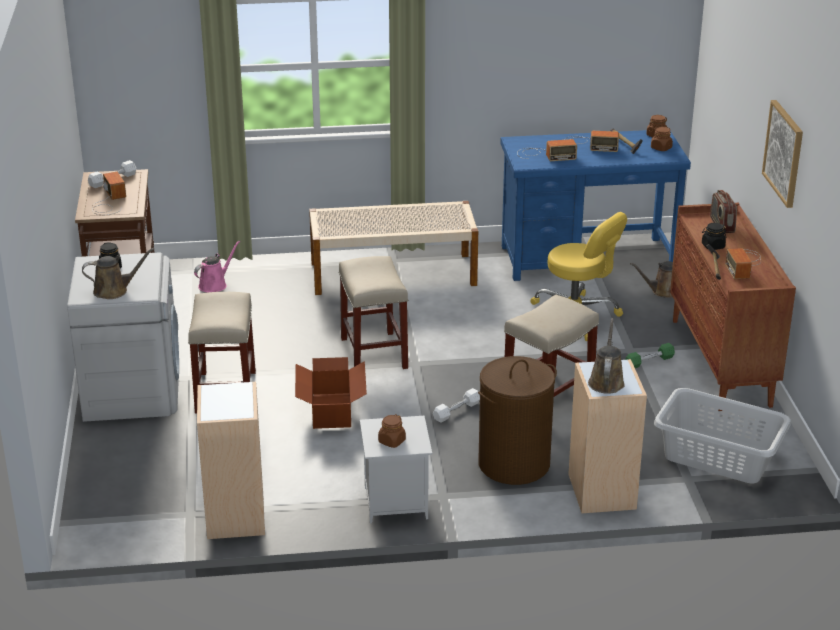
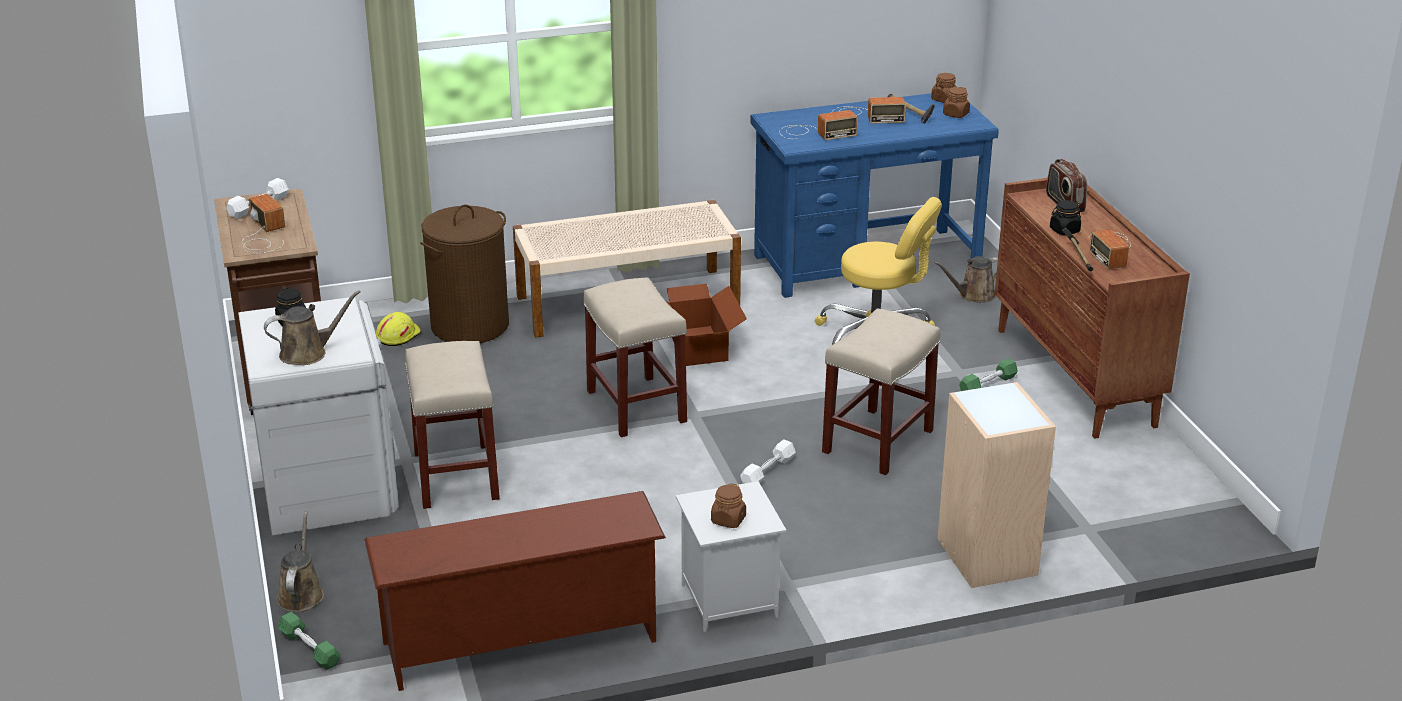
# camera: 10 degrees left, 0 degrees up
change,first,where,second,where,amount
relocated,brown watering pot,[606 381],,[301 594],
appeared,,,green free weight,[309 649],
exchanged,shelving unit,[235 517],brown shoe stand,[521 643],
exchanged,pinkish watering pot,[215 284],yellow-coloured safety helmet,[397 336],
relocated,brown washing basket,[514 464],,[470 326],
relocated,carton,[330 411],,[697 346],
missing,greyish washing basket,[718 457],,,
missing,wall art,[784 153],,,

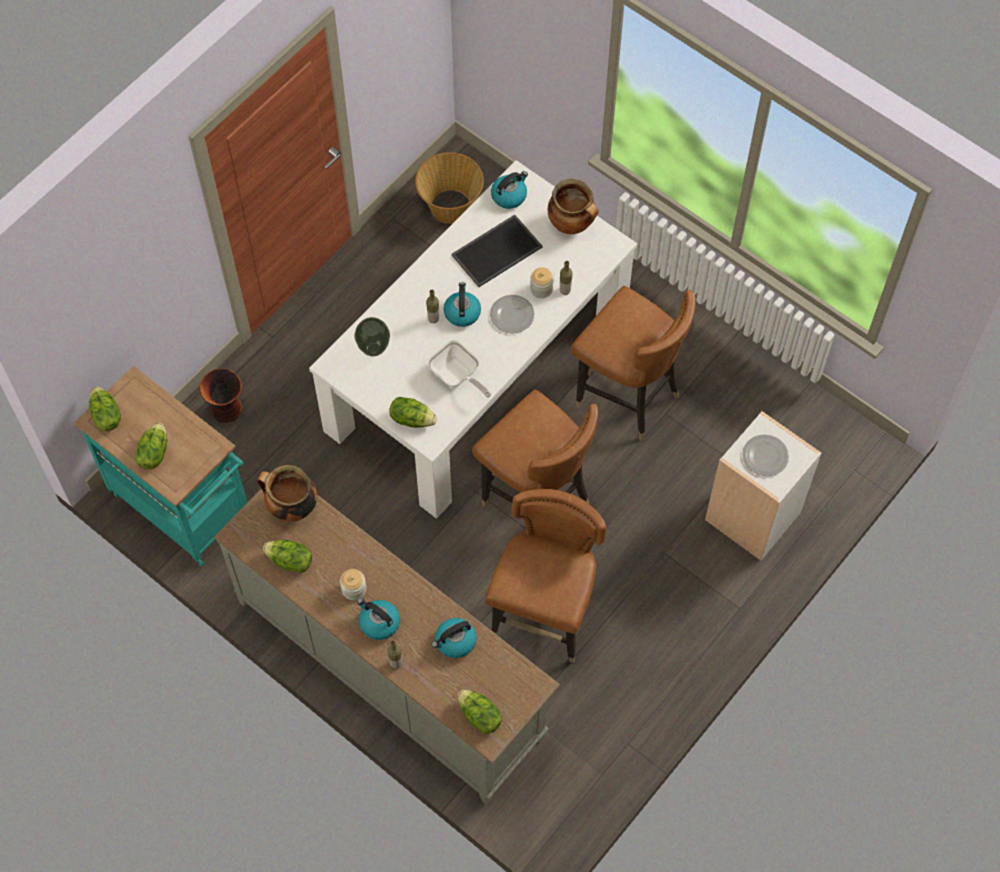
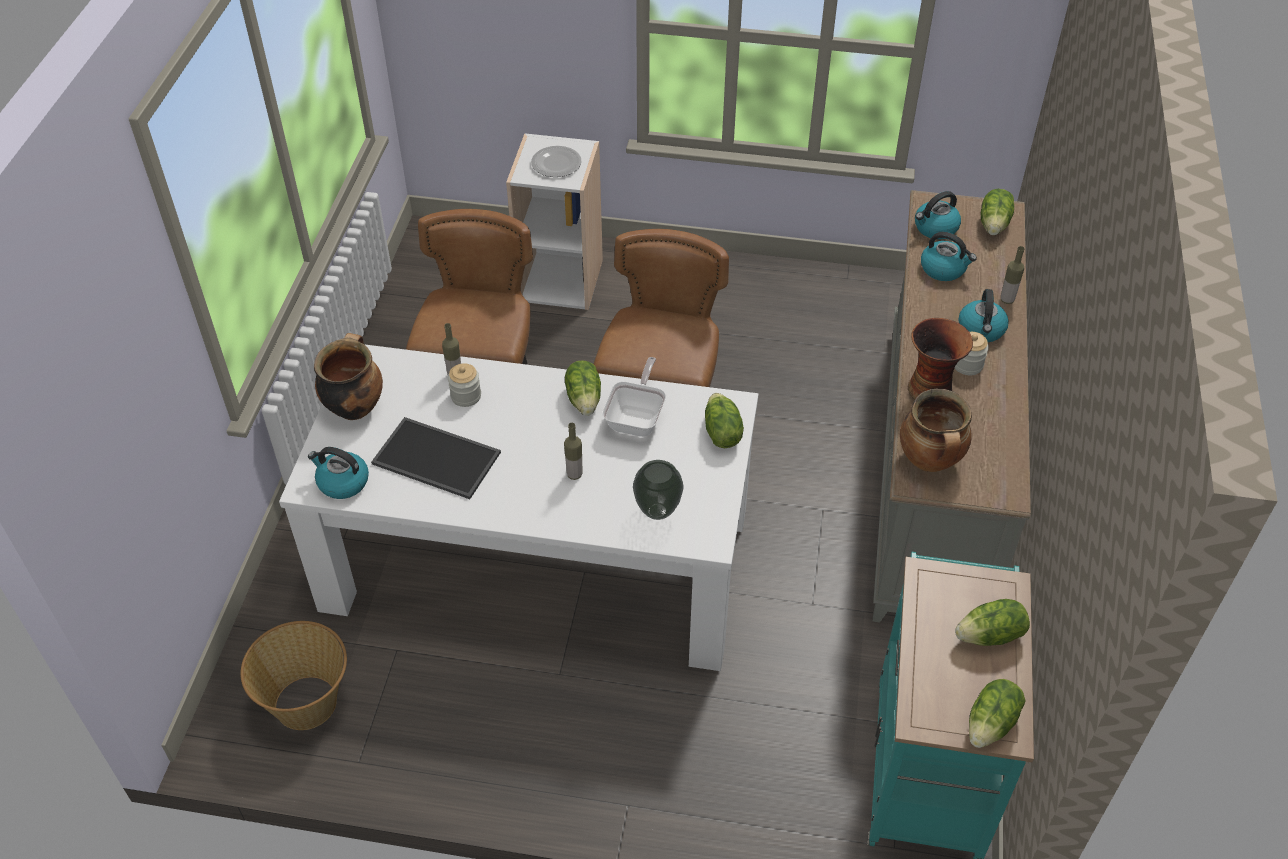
# camera: 120 degrees left, 15 degrees down
change,first,where,second,where,amount
relocated,lettuce,[290 561],,[585 399],
relocated,decorative vase,[227 410],,[930 389],
relocated,water kettle,[462 312],,[935 228],
missing,brown plain chair,[544 617],,,
missing,dinner plate,[511 315],,,

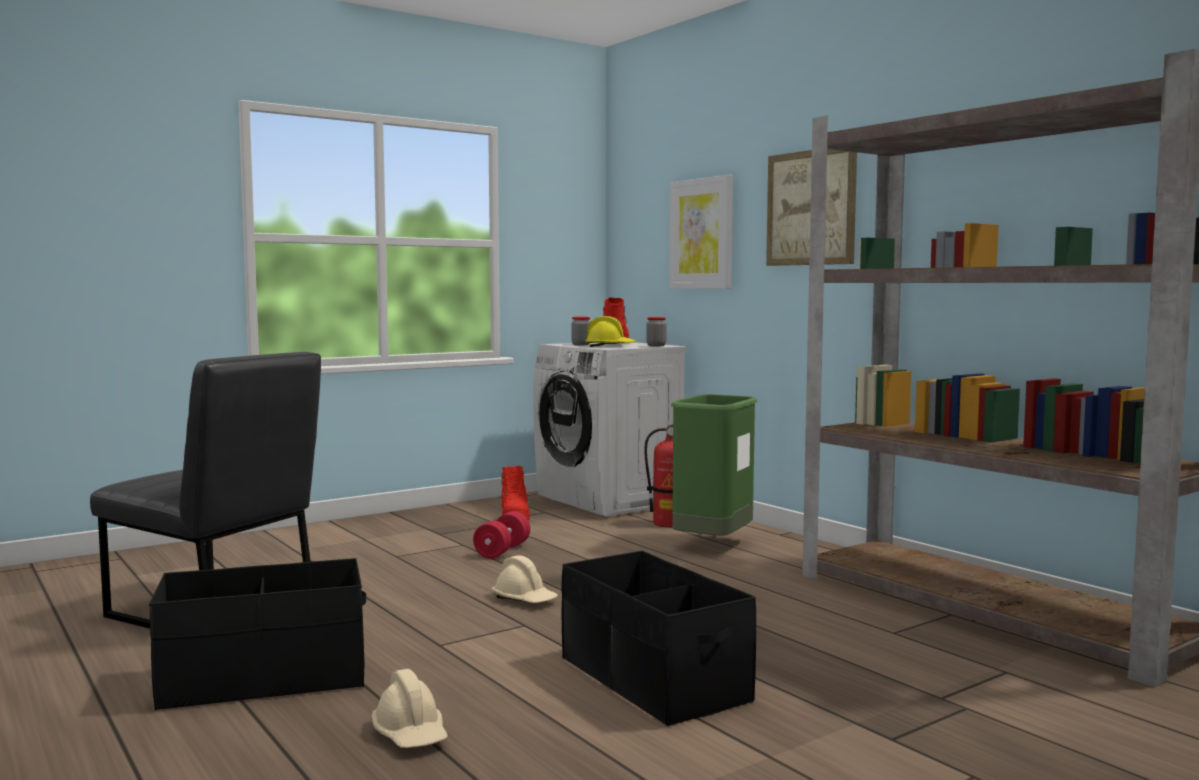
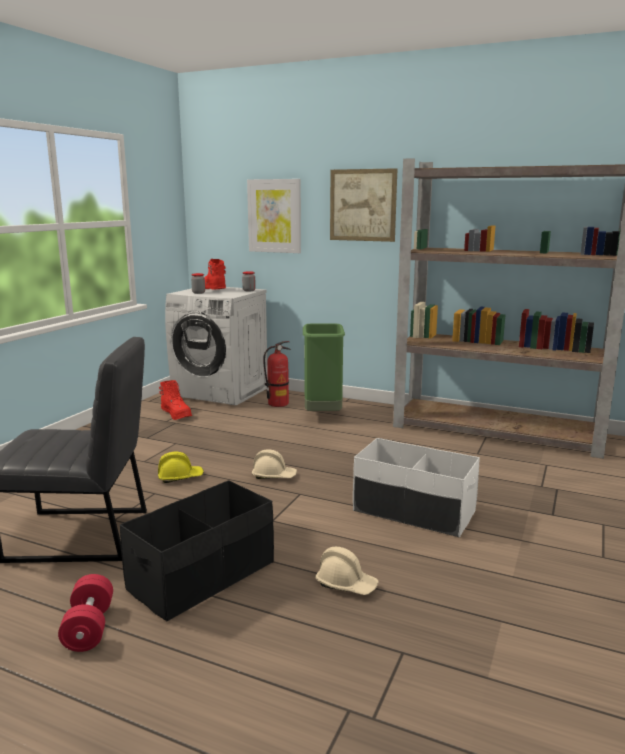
# camera: 30 degrees left, 10 degrees up
change,first,where,second,where,amount
relocated,reddish free weight,[502 550],,[89 628],
relocated,yellow-coloured safety helmet,[610 347],,[180 477],
colour,black-coloured storage container,[652 680],white storage container,[414 511],

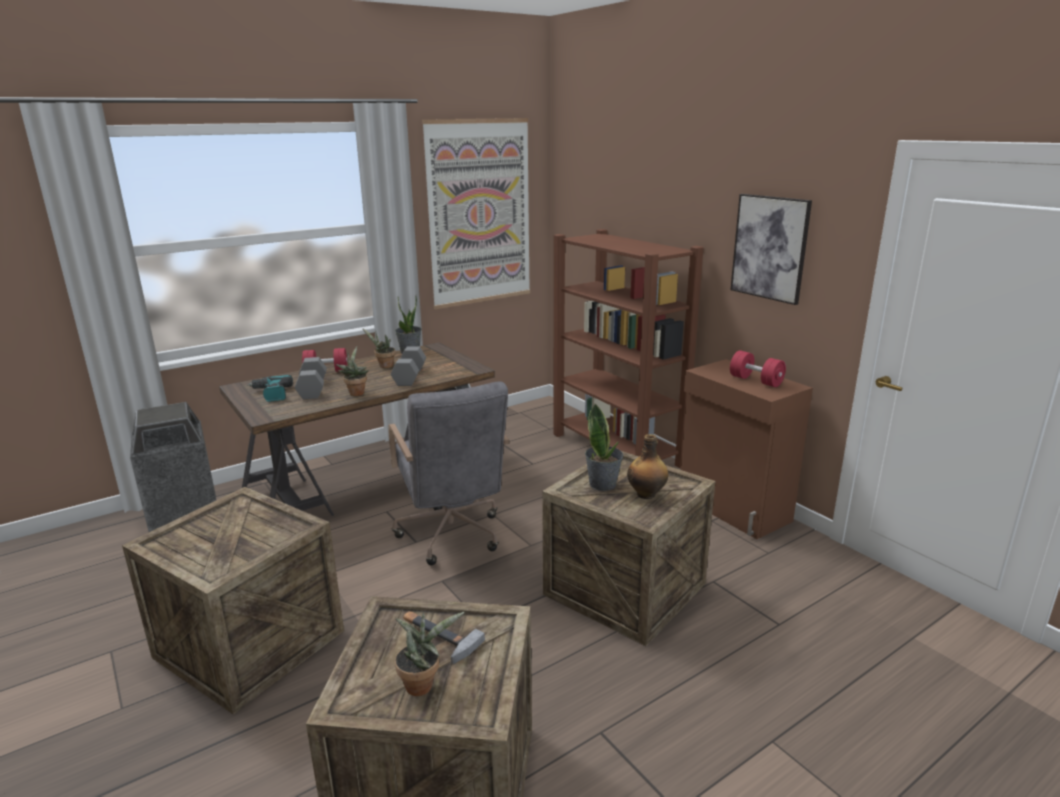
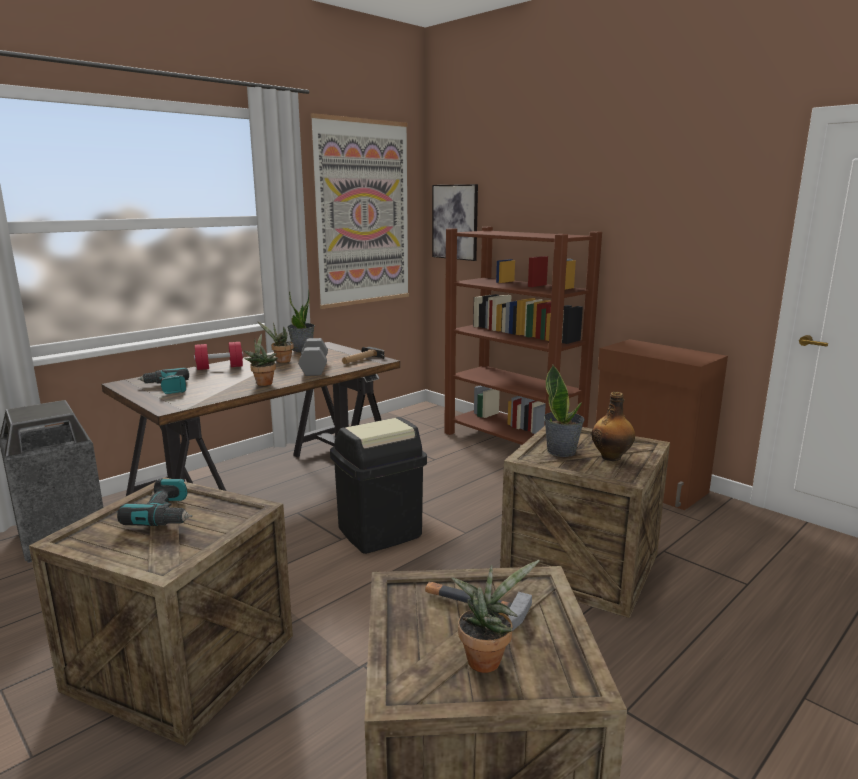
# camera: 10 degrees left, 5 degrees down
change,first,where,second,where,amount
appeared,,,electric drill,[166 514],
exchanged,greyish computer chair,[452 538],black-coloured trash can,[380 533],
appeared,,,tool hammer,[361 359],
relocated,wall art,[770 248],,[455 222],
missing,greyish free weight,[312 389],,,
missing,reddish free weight,[756 381],,,

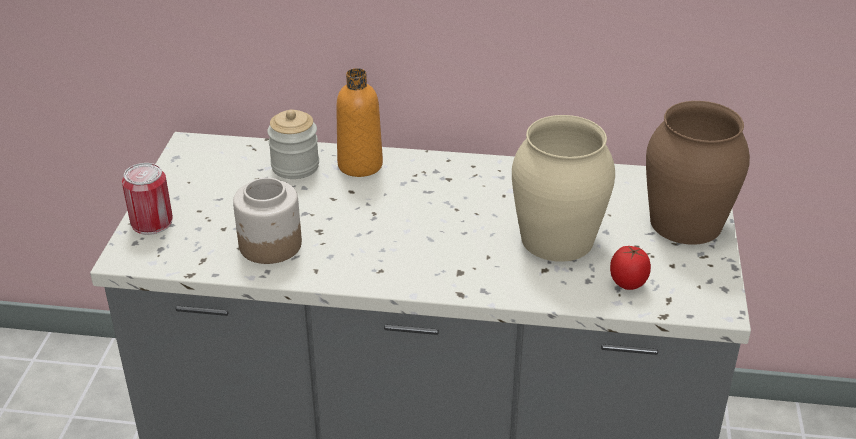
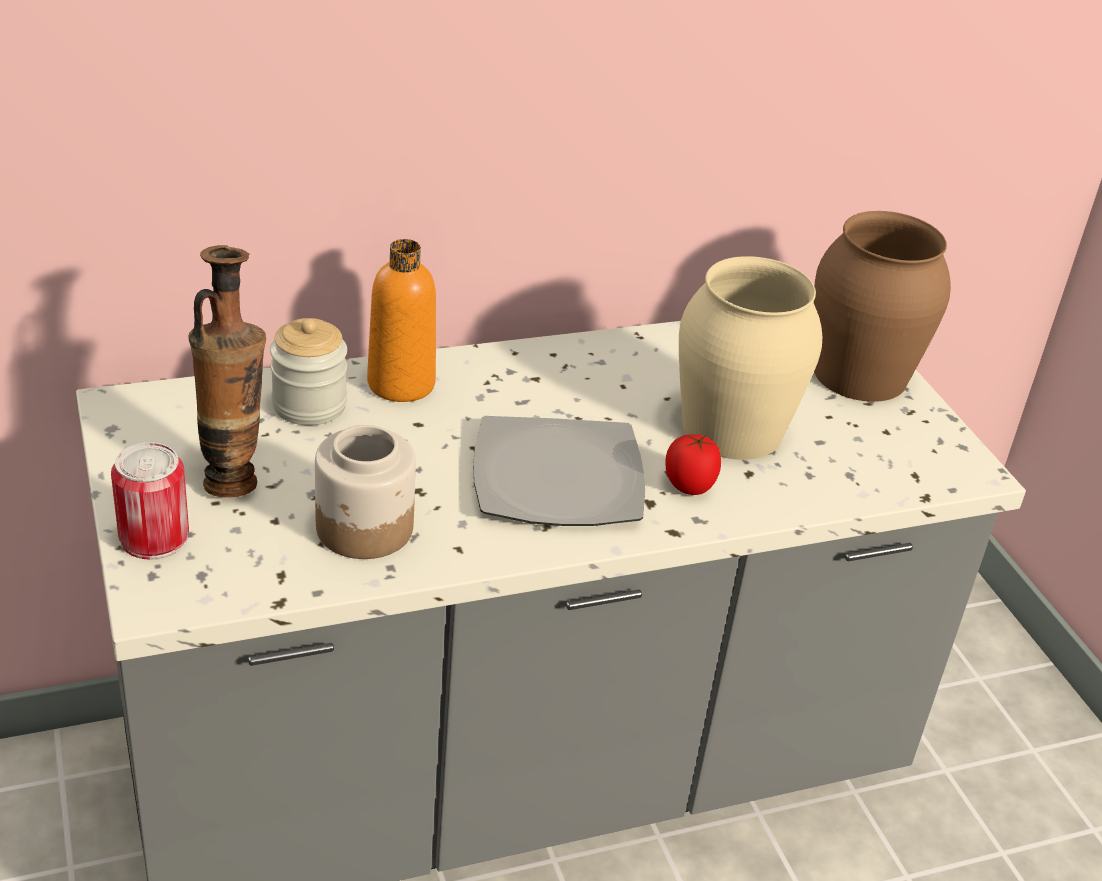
# camera: 30 degrees left, 0 degrees up
change,first,where,second,where,amount
appeared,,,decorative vase,[233 476],
appeared,,,dinner plate,[559 476],
relocated,fresh tomato,[627 283],,[688 486],

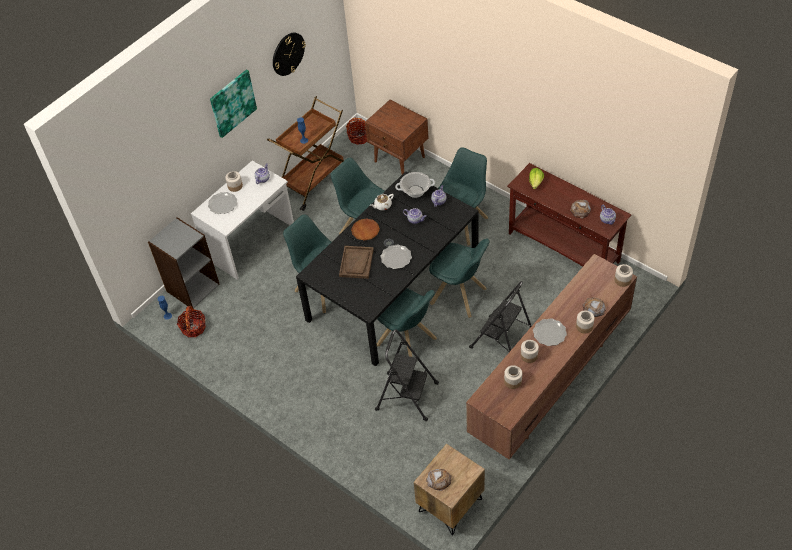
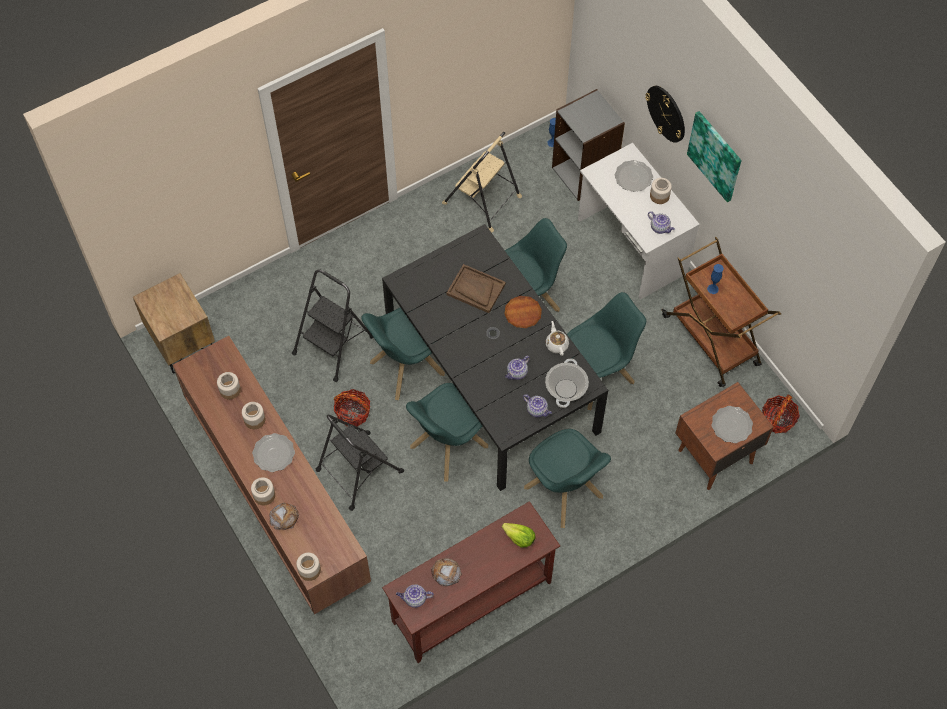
# camera: 105 degrees right, 10 degrees up
change,first,where,second,where,amount
relocated,storage basket,[193 327],,[353 413],
appeared,,,beige step ladder,[483 200],
relocated,wall clock,[288 53],,[666 113],
relocated,dinner plate,[396 258],,[731 425],
missing,baked bread,[439 480],,,

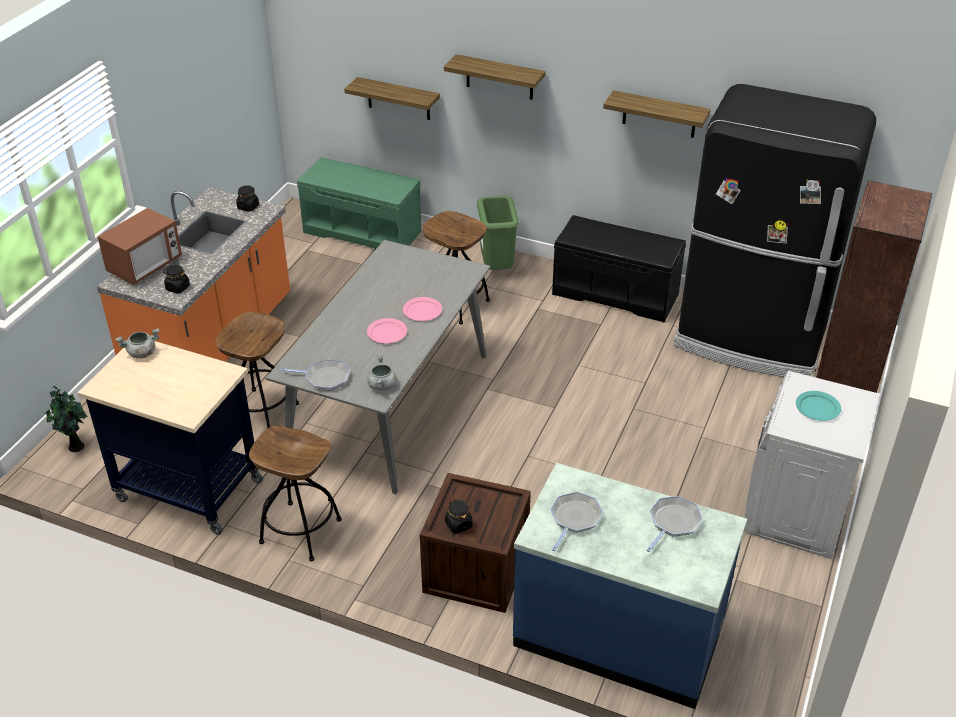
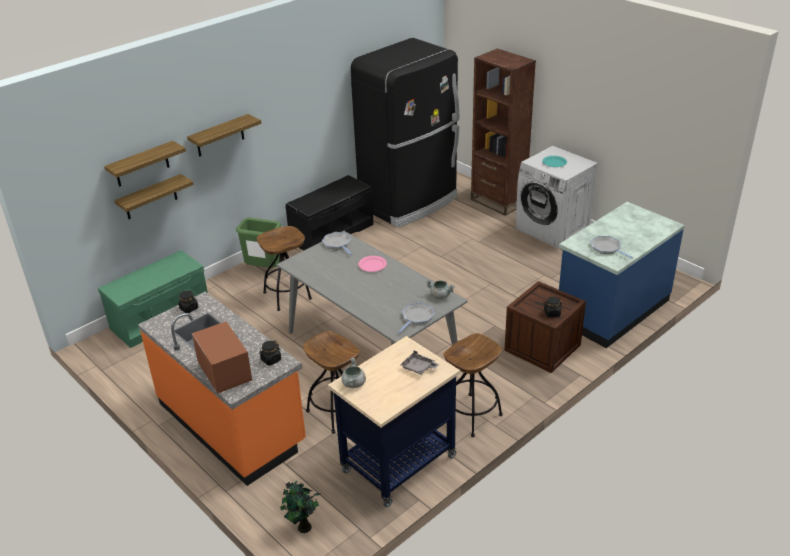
# camera: 65 degrees left, 5 degrees down
change,first,where,second,where,amount
relocated,shelf,[659 114],,[141 164],
relocated,pan,[673 522],,[337 244],
appeared,,,greyish tray,[419 368],
missing,pinkish dinner plate,[387 332],,,

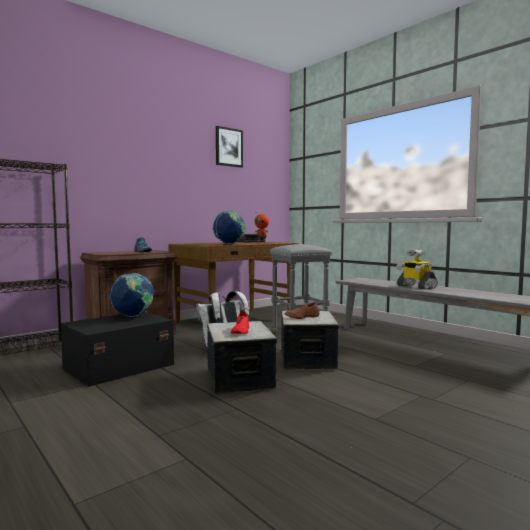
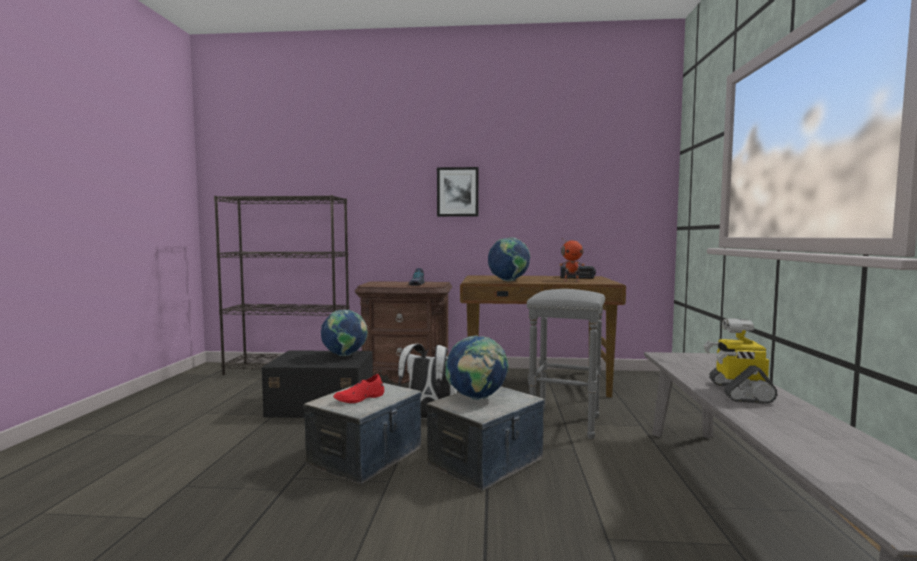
# camera: 45 degrees right, 0 degrees up
change,first,where,second,where,amount
relocated,wall art,[228 147],,[457 192],
exchanged,brown shoe,[302 317],globe,[476 399],

